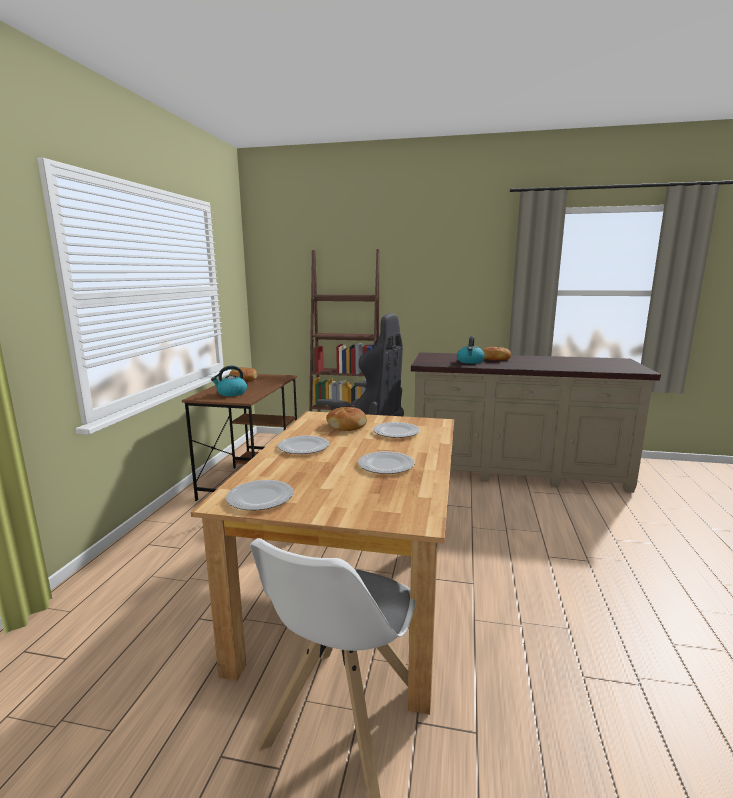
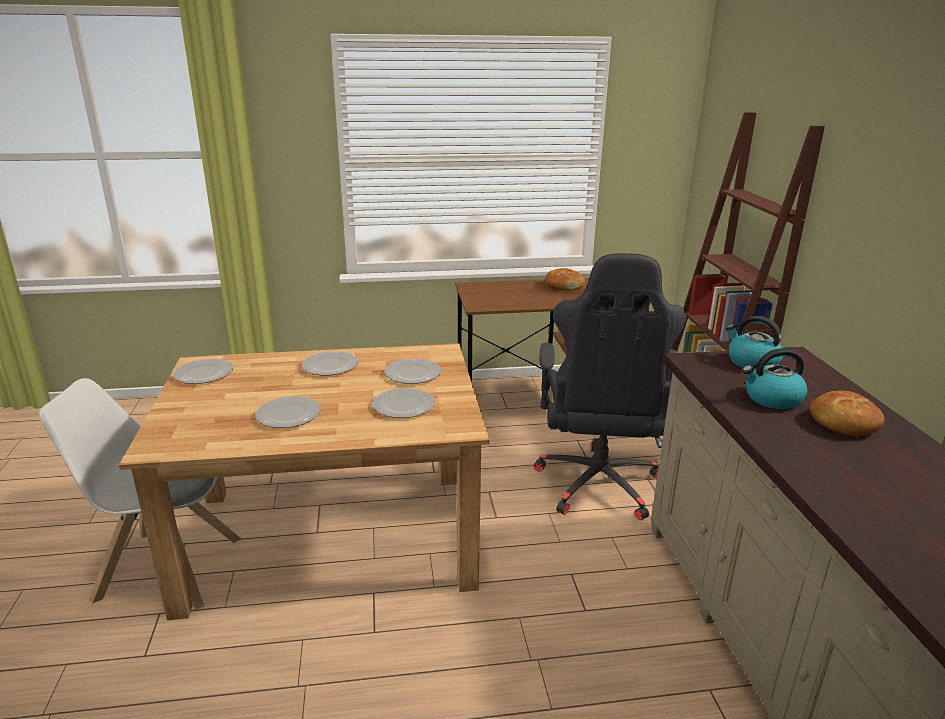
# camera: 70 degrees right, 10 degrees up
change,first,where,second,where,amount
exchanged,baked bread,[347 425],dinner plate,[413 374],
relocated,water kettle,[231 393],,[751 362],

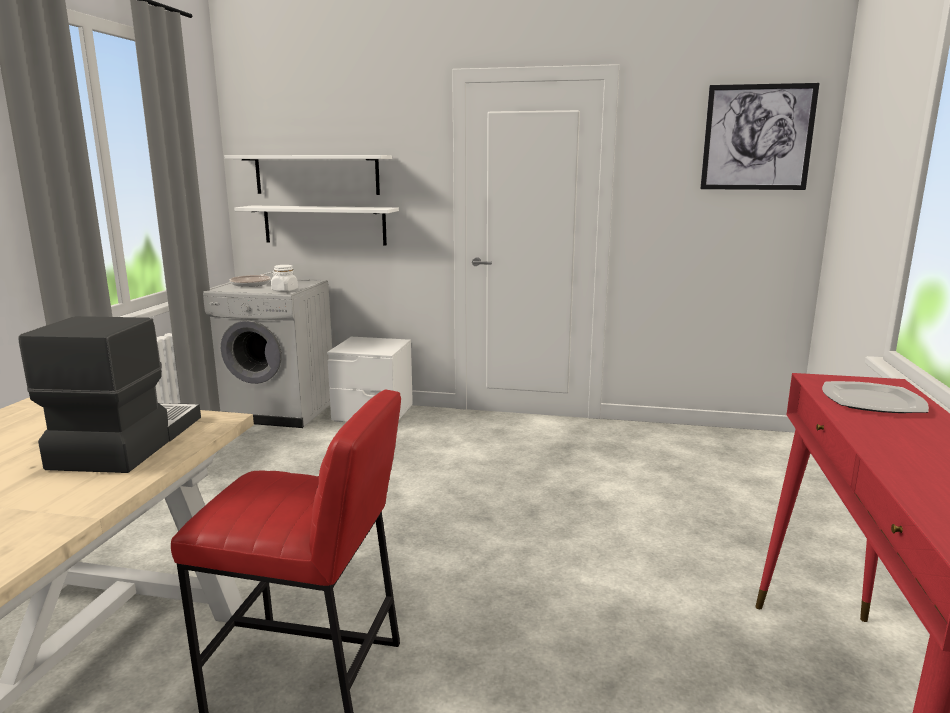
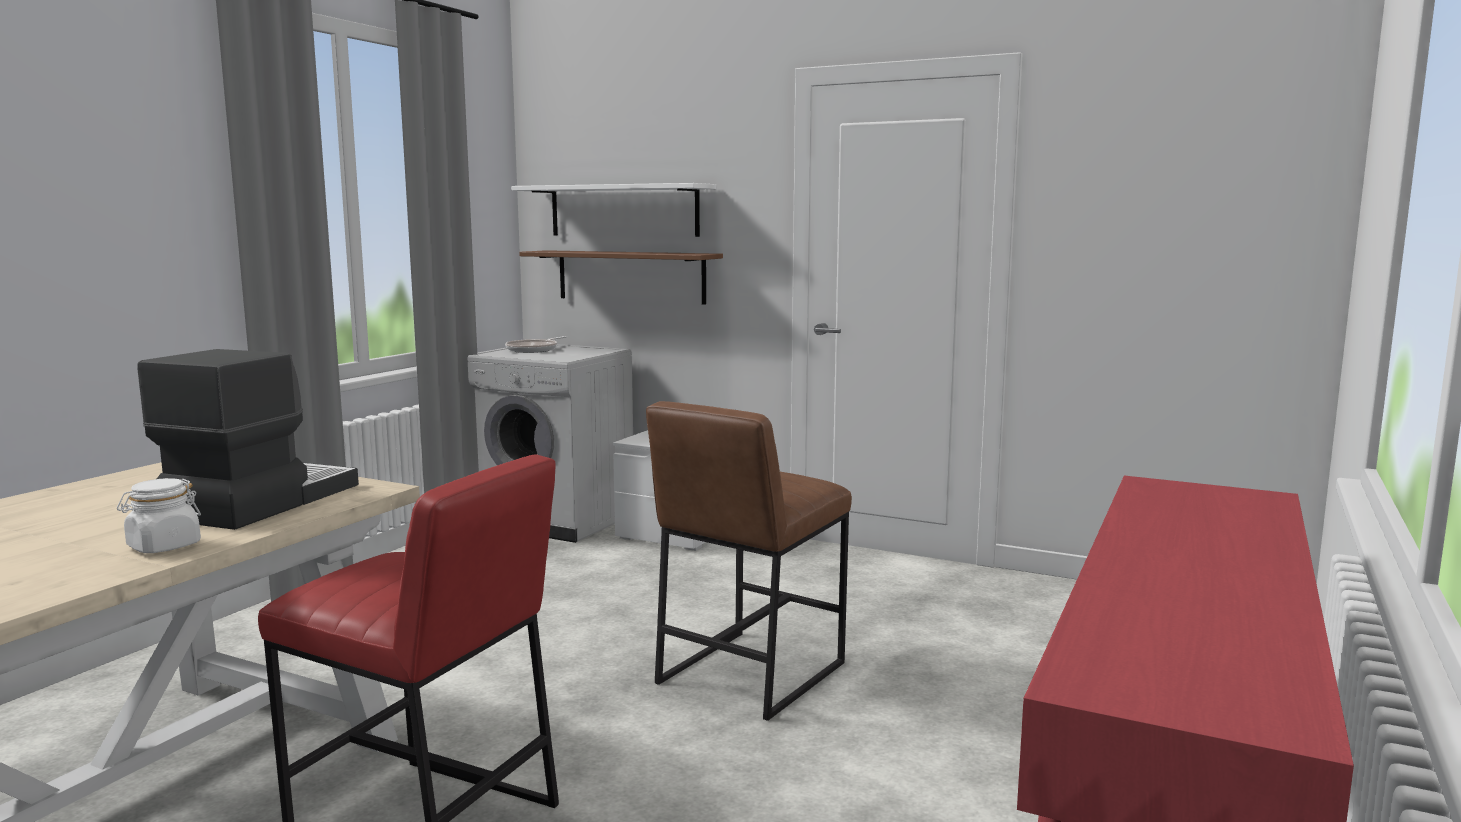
# camera: 15 degrees right, 5 degrees down
change,first,where,second,where,amount
relocated,white preserve jar,[284 290],,[163 546],
colour,white shelf,[324 225],brown shelf,[630 276],
appeared,,,brown plain chair,[749 674],
missing,wall art,[757 137],,,
missing,dinner plate,[873 402],,,

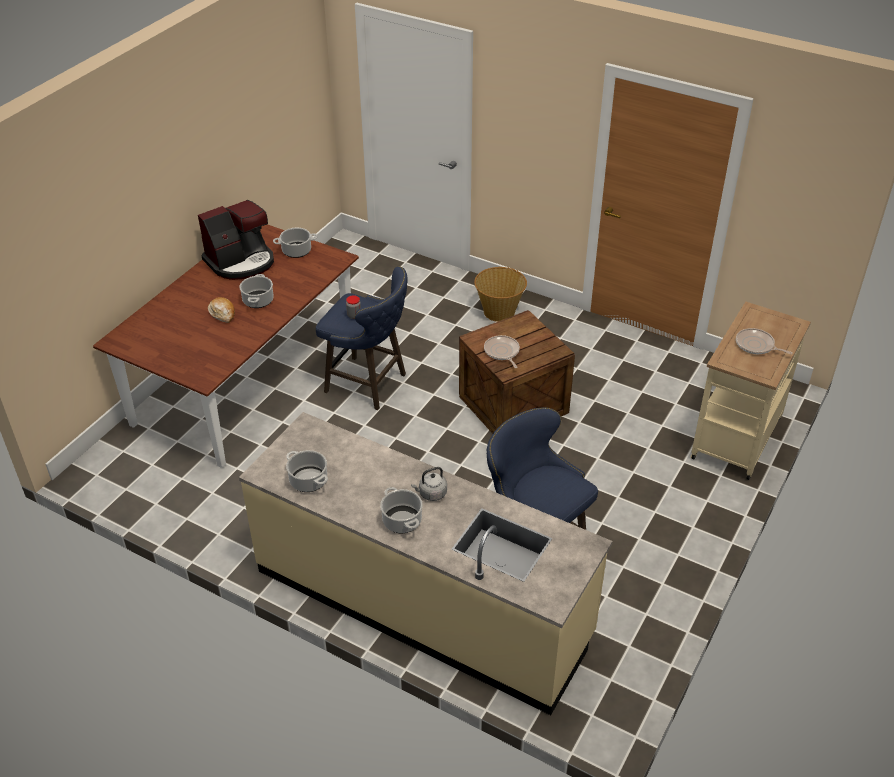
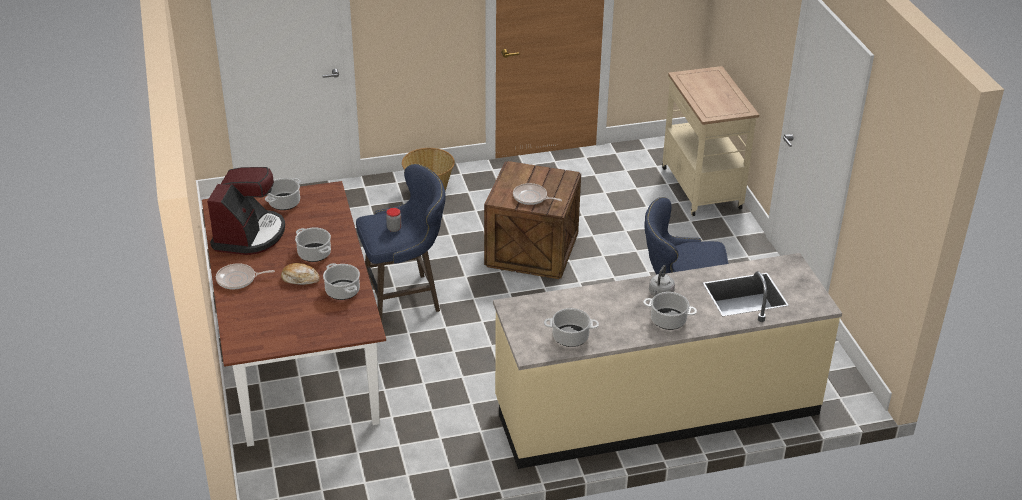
# camera: 45 degrees left, 5 degrees down
change,first,where,second,where,amount
relocated,pan,[756 345],,[238 279],
appeared,,,saucepot,[342 291],

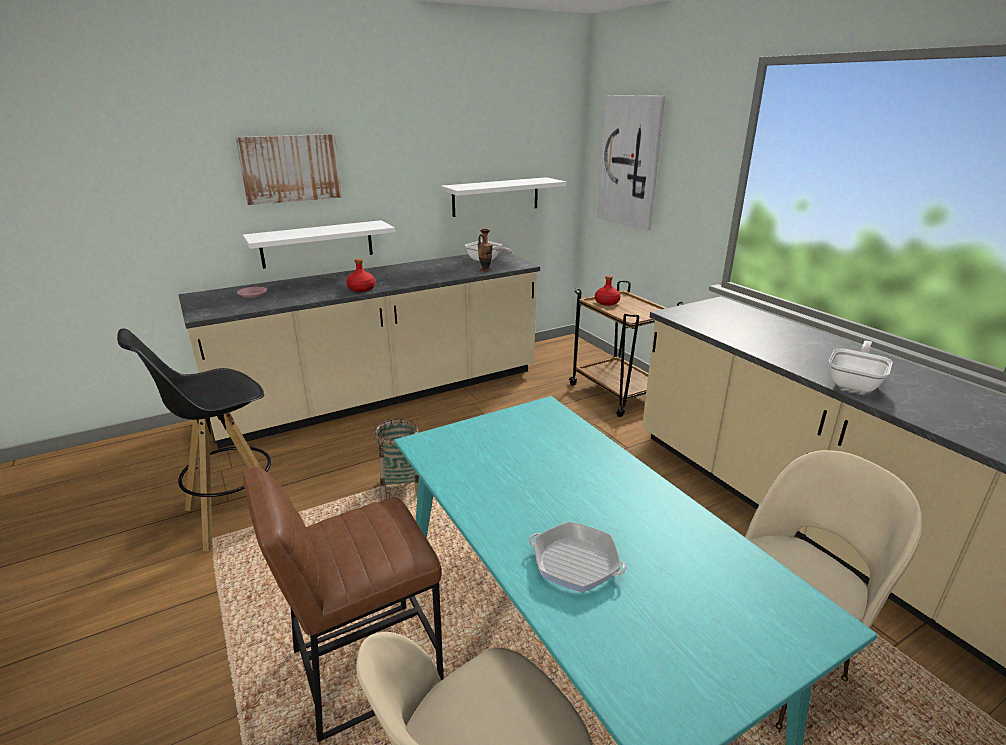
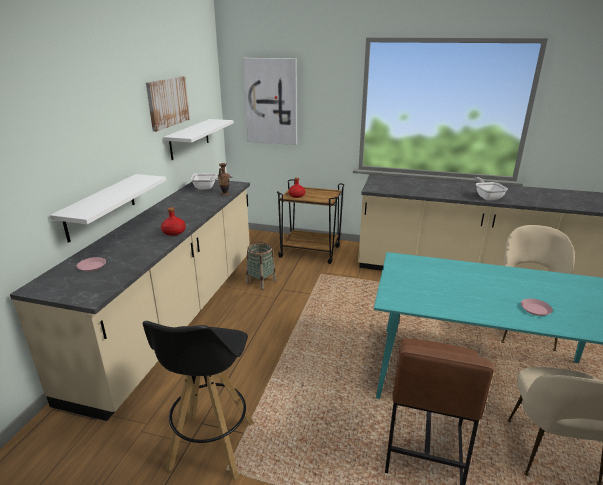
# camera: 45 degrees left, 0 degrees up
change,first,where,second,where,amount
relocated,wall art,[291 168],,[168 102],
relocated,storage basket,[401 487],,[261 281],
exchanged,pan,[575 562],pinkish dinner plate,[535 309],

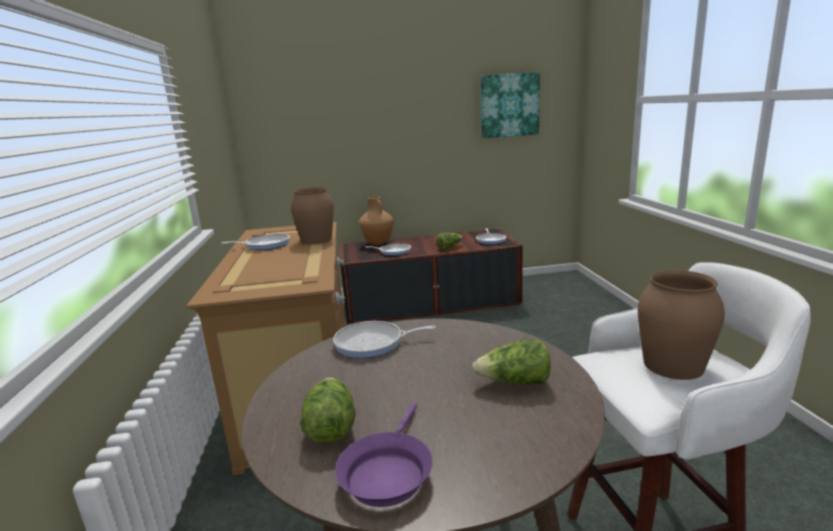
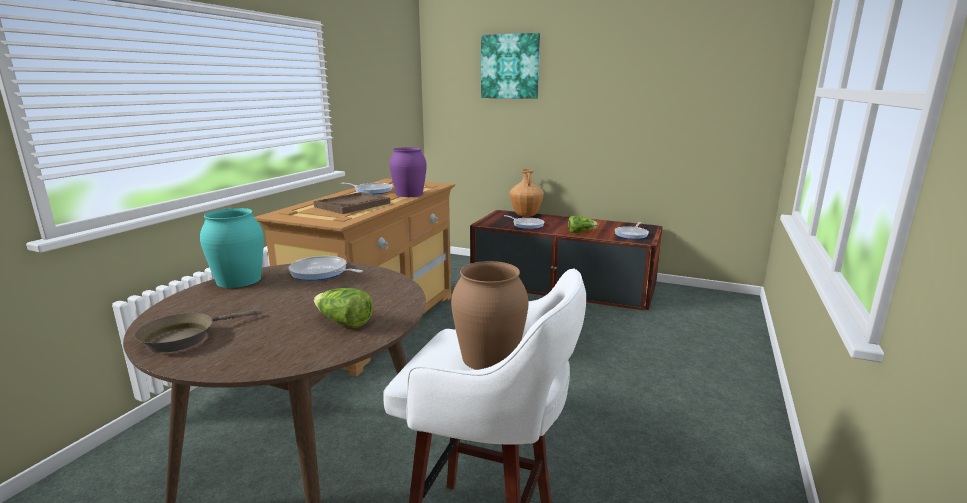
# camera: 30 degrees right, 0 degrees up
change,first,where,second,where,amount
colour,purple-coloured pan,[387 472],brown pan,[184 337],
appeared,,,turquoise decorative vase,[238 280],
appeared,,,brown tray,[352 205],
colour,brown decorative vase,[317 240],purple-coloured decorative vase,[409 194],
relocated,wall art,[509 105],,[510 66],
missing,lettuce,[330 426],,,

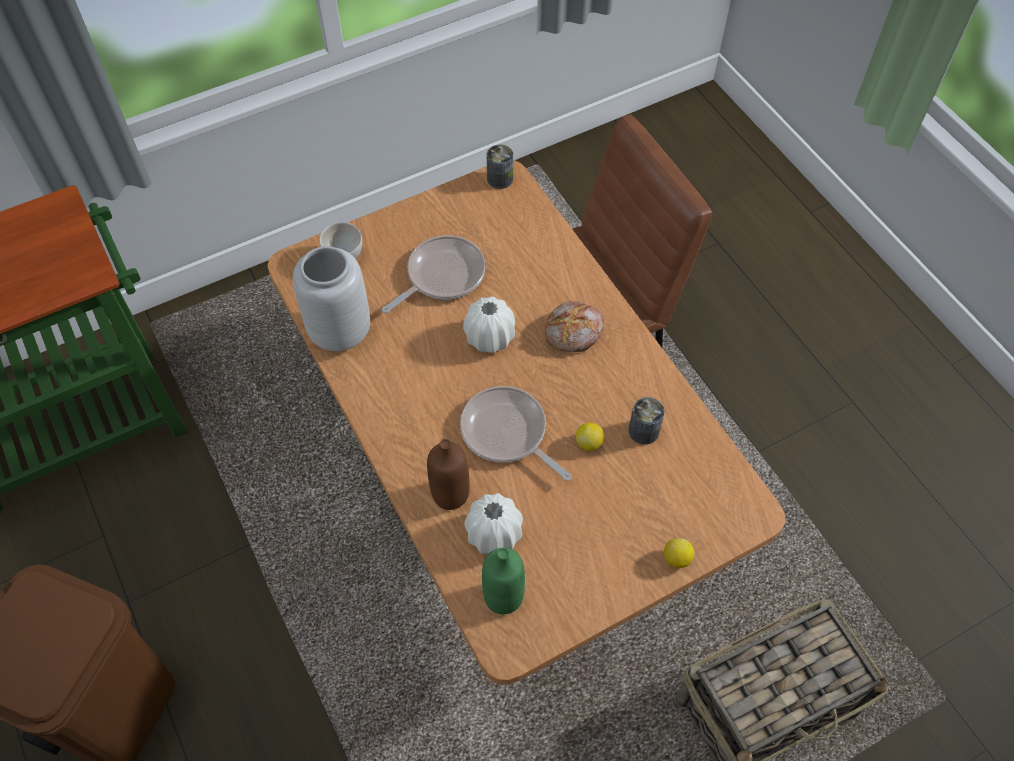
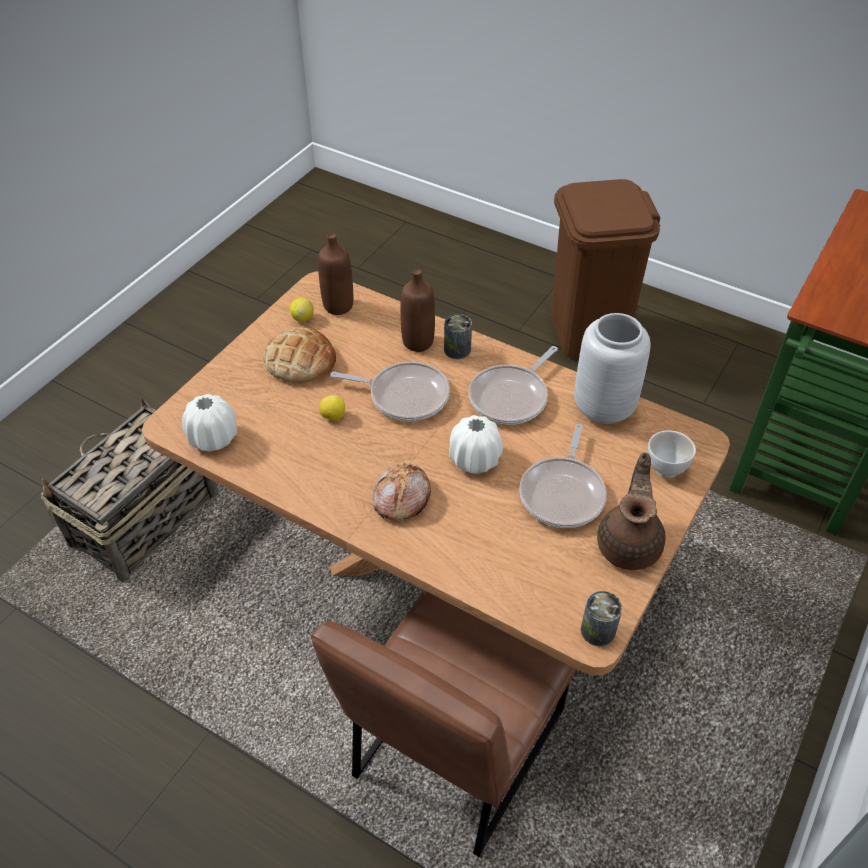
# camera: 150 degrees right, 10 degrees down
change,first,where,second,where,amount
relocated,white decorative vase,[494 534],,[213 438],
appeared,,,baked bread,[300 361],
relocated,citrus fruit,[676 559],,[302 318],
colour,green bottle,[503 597],brown bottle,[338 306],
relocated,sealed can,[643 431],,[457 350],
appeared,,,pan,[511 397],
appeared,,,brown tea pot,[629 544],

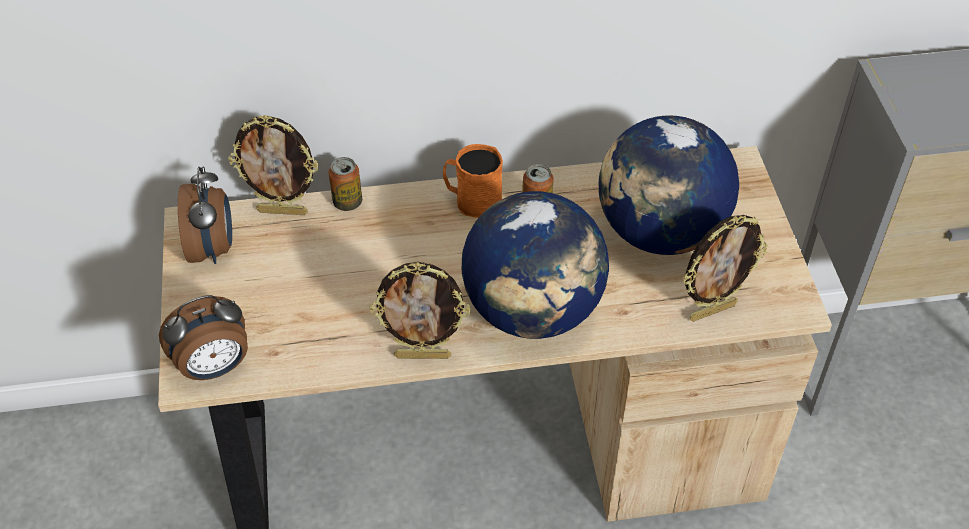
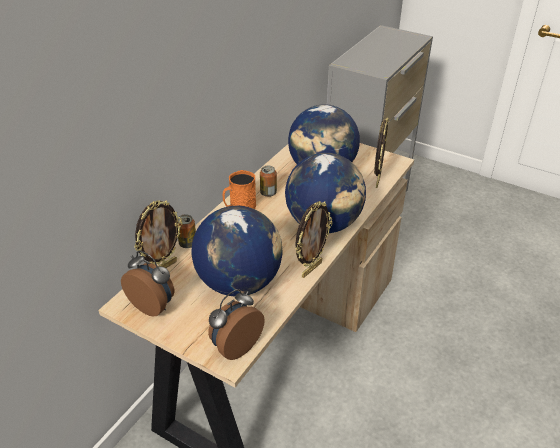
# camera: 50 degrees left, 10 degrees down
change,first,where,second,where,amount
appeared,,,globe,[239 282],
spun,table clock,[214 367],,[235 346],150 degrees counterclockwise

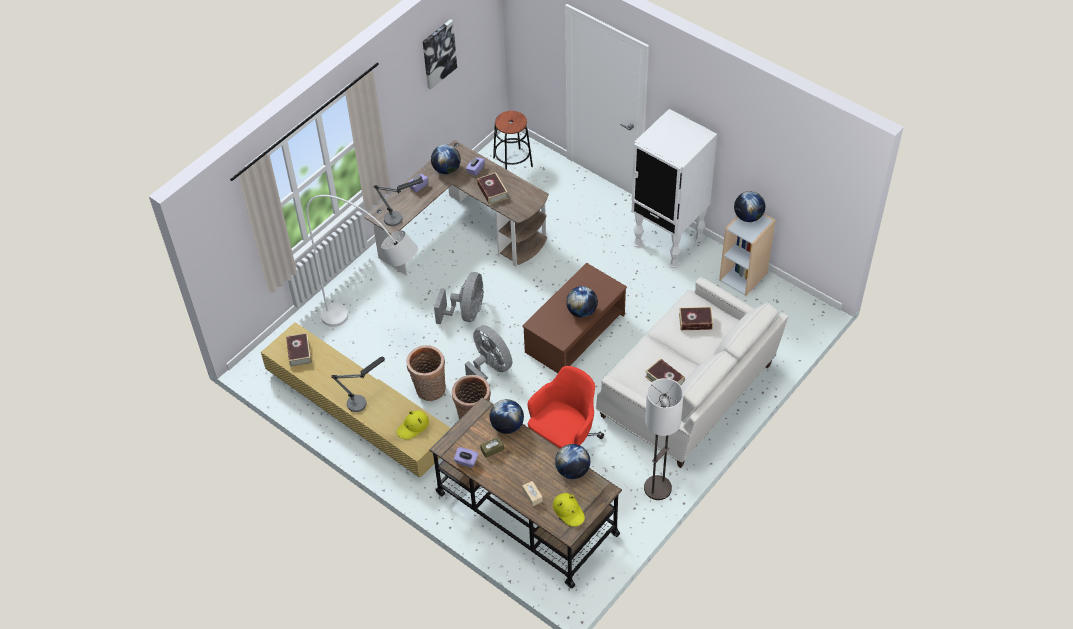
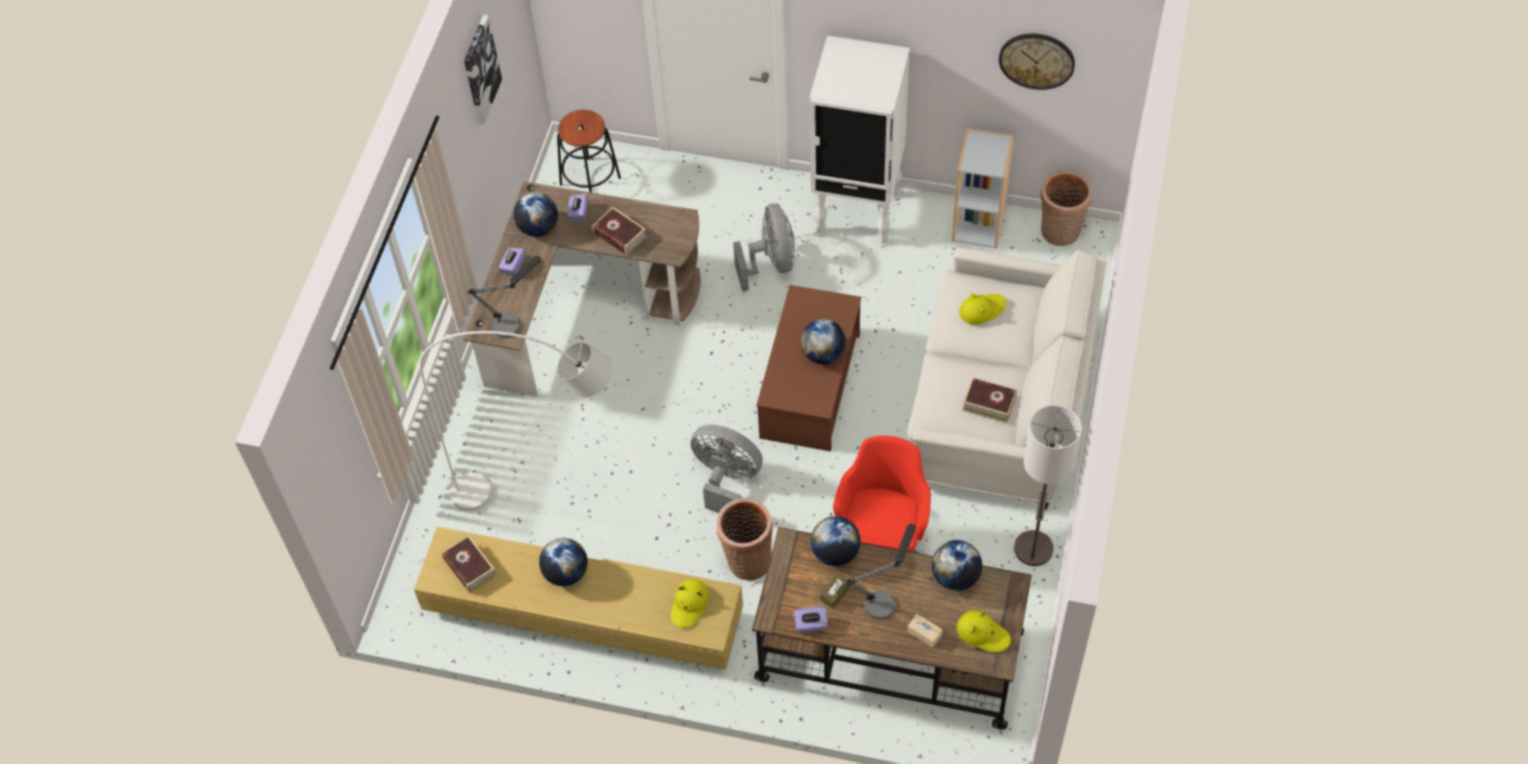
# camera: 25 degrees left, 5 degrees up
change,first,where,second,where,amount
relocated,globe,[748 217],,[566 573],
relocated,greyish electric fan,[466 313],,[771 263],
relocated,lamp for a table,[362 401],,[884 598],
exchanged,bound book,[695 321],yellow-coloured hat,[982 310],
appeared,,,wall clock,[1037 60],
relocated,storage basket,[429 391],,[1060 233],

